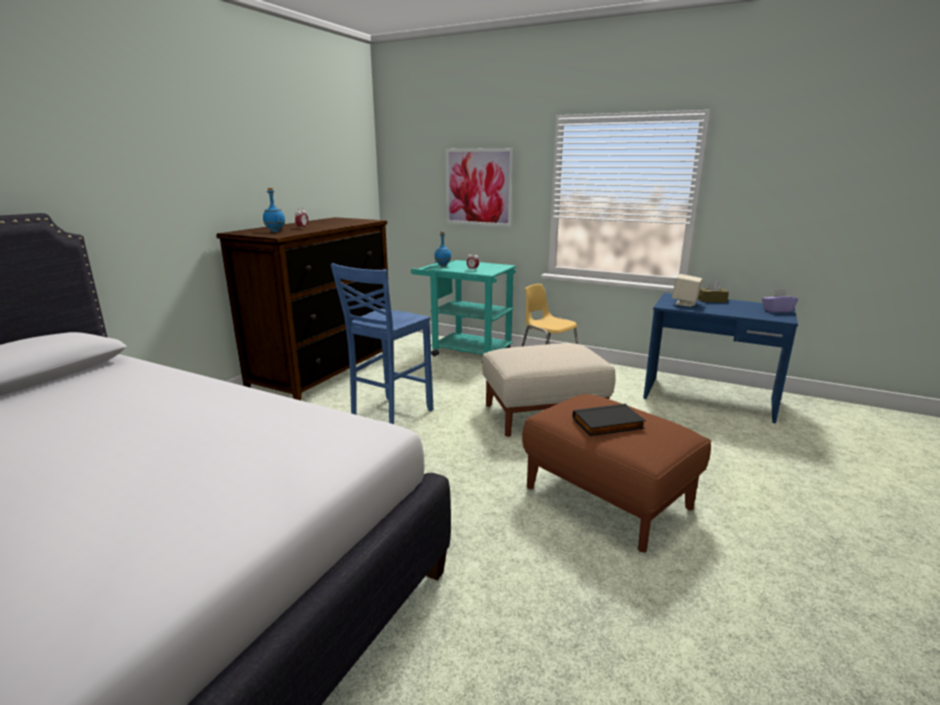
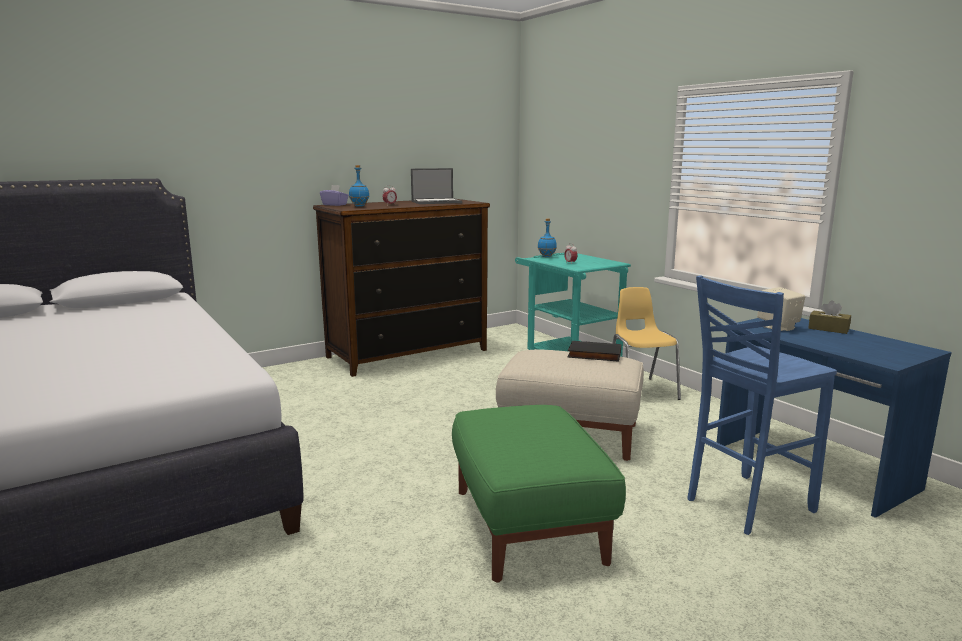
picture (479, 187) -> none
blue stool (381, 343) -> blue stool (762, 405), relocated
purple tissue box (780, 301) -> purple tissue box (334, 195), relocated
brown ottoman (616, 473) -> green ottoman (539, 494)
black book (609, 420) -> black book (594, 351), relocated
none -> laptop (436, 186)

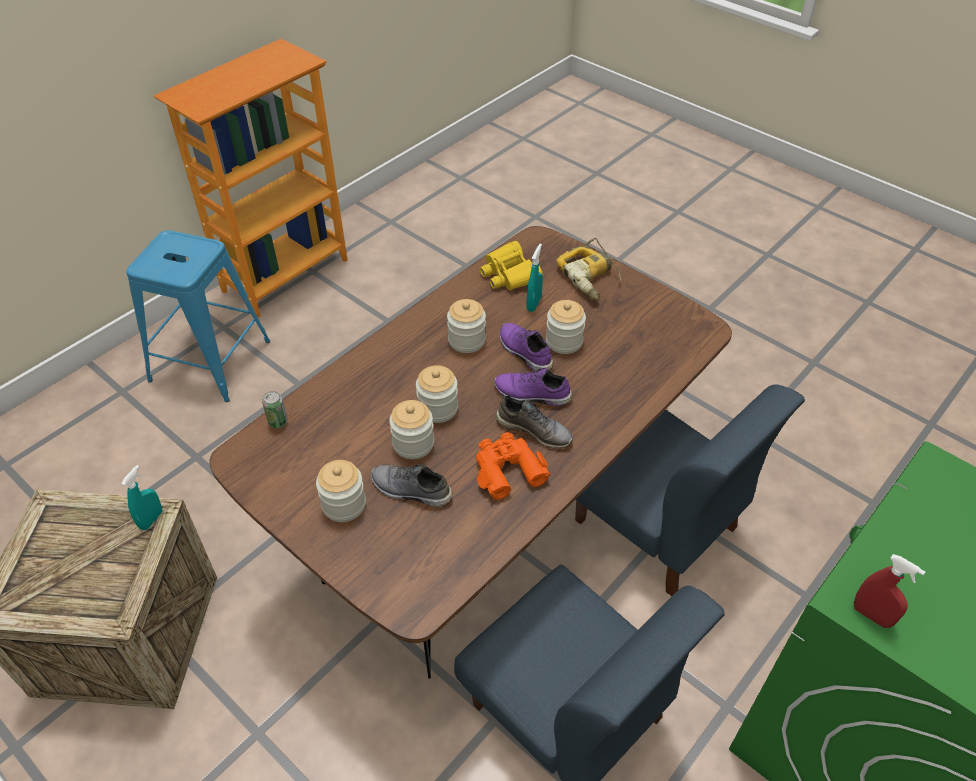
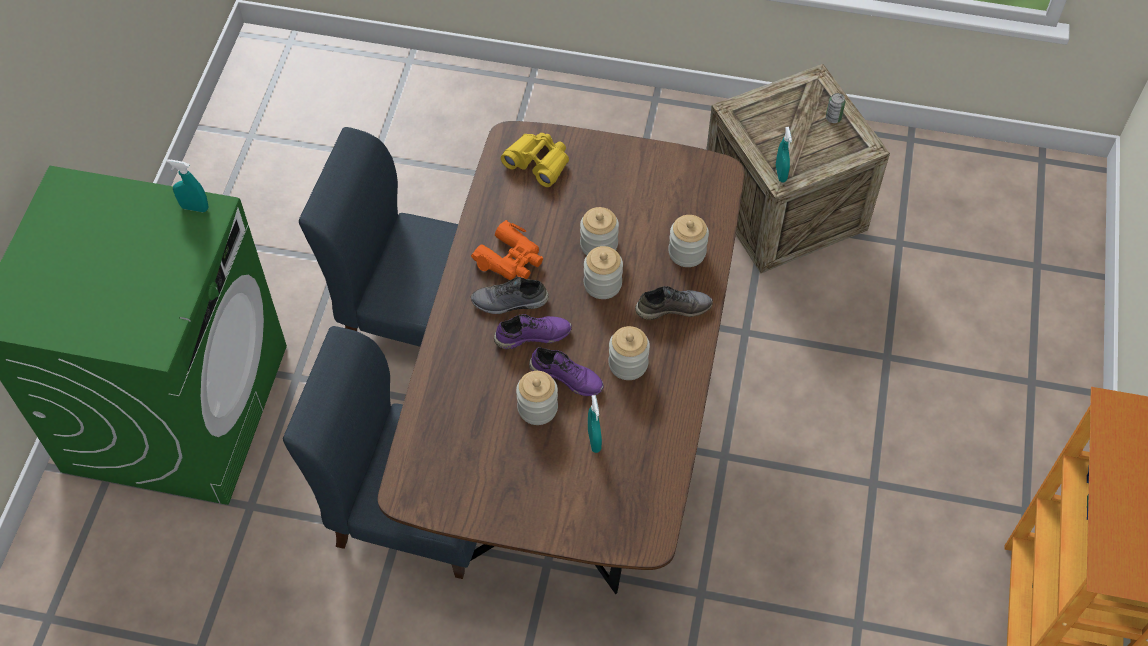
blue stool (198, 316) -> none
power drill (589, 269) -> none
yellow binoculars (511, 266) -> yellow binoculars (535, 160), relocated
can (275, 409) -> can (836, 108), relocated
jar (341, 491) -> jar (688, 241), relocated
grey shoe (412, 485) -> grey shoe (674, 303), relocated
red spray bottle (889, 591) -> turquoise spray bottle (187, 185)

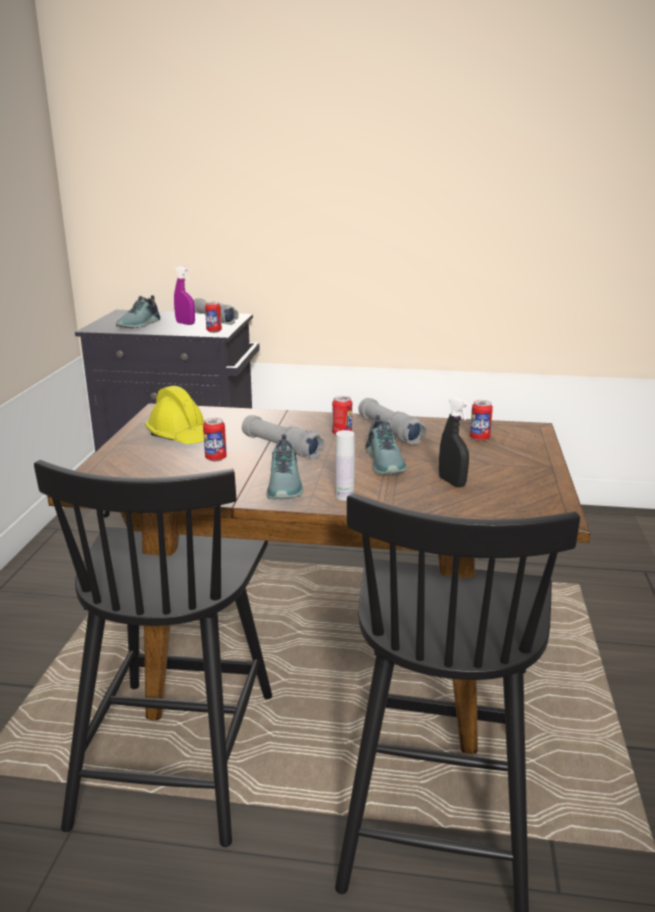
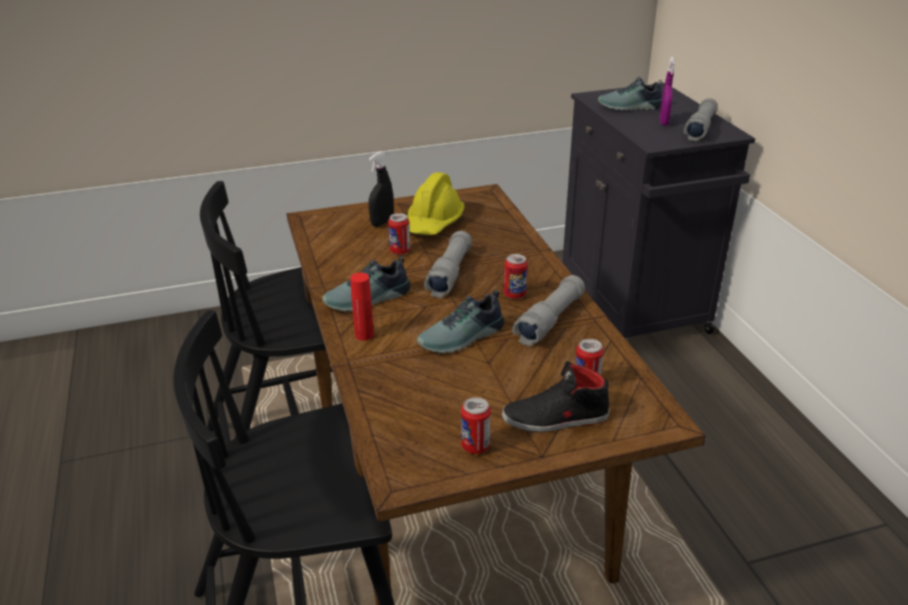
can (213, 317) -> can (476, 425), relocated
black spray bottle (454, 442) -> black spray bottle (381, 189), relocated
white bottle (345, 465) -> red bottle (362, 307)
none -> black shoe (556, 396)

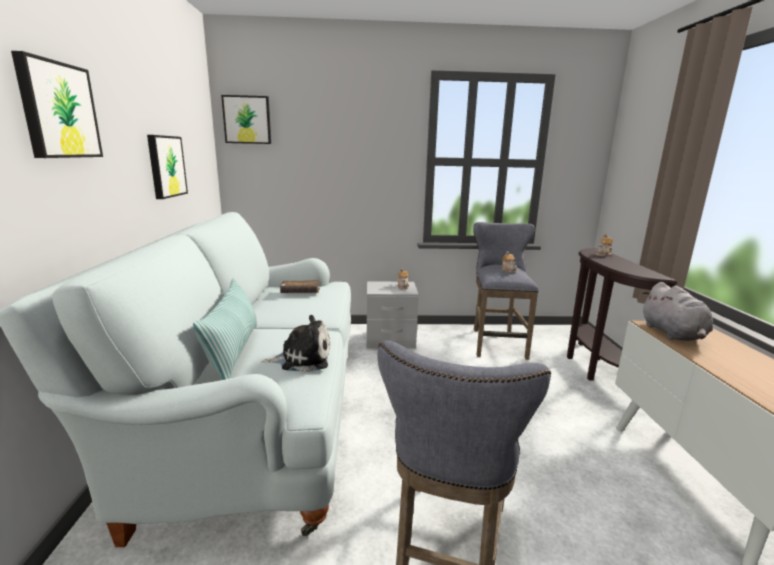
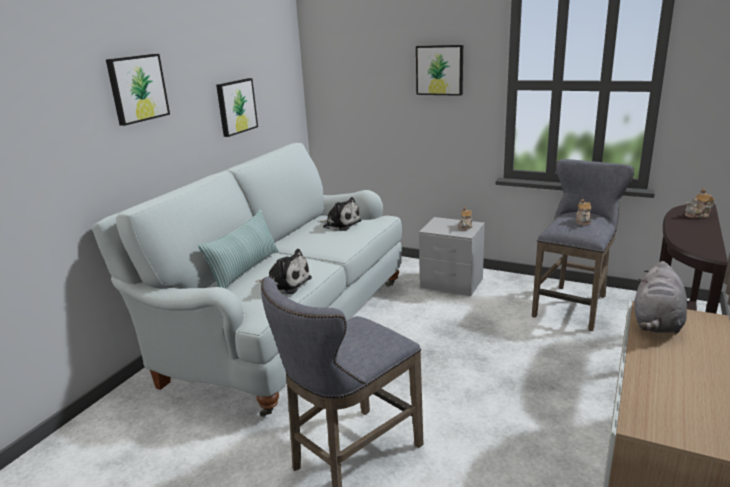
picture (246, 119) -> picture (439, 70), relocated
brown book (300, 286) -> plush toy (340, 214)

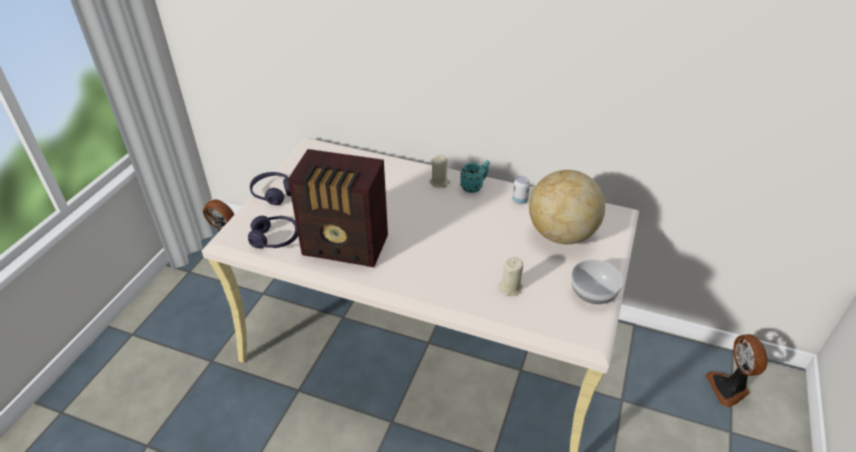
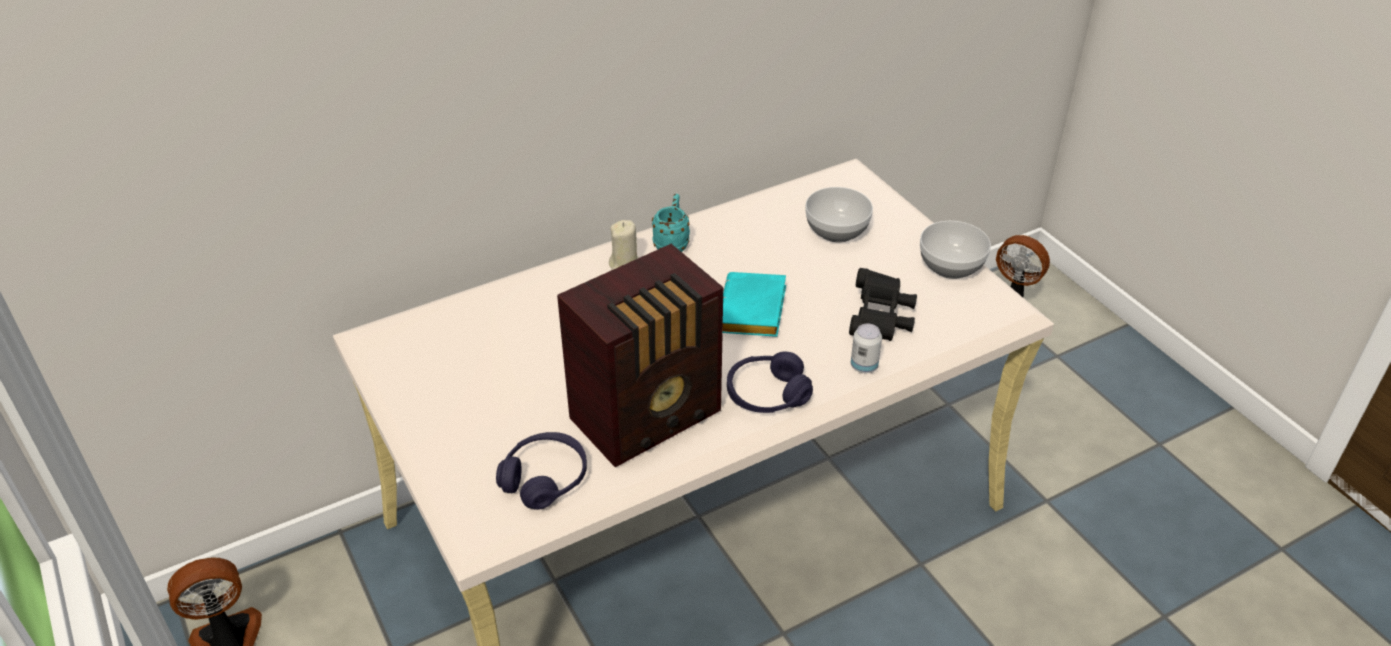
globe (567, 207) -> bowl (839, 214)
purple headphones (270, 188) -> purple headphones (770, 382), relocated
can (521, 190) -> can (866, 348), relocated
beige candle (511, 276) -> black binoculars (883, 304)
none -> turquoise book (754, 304)

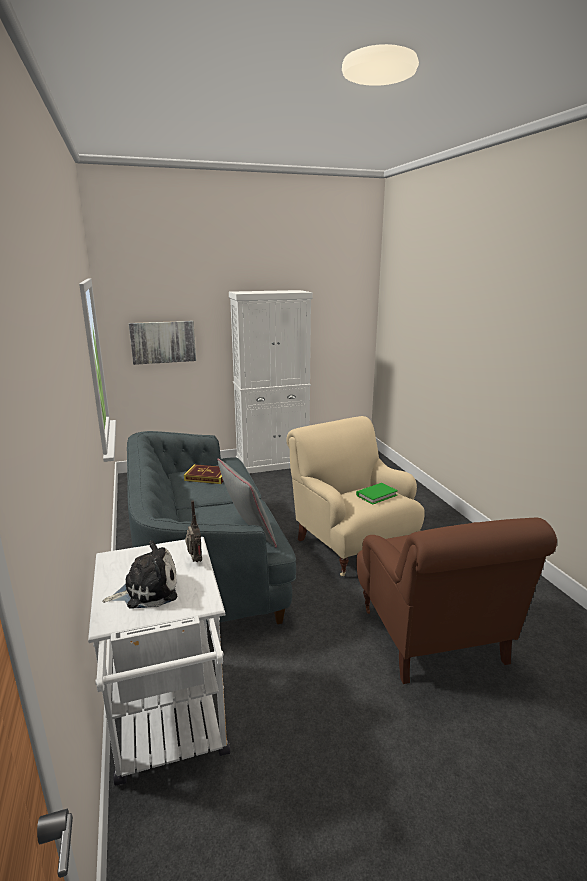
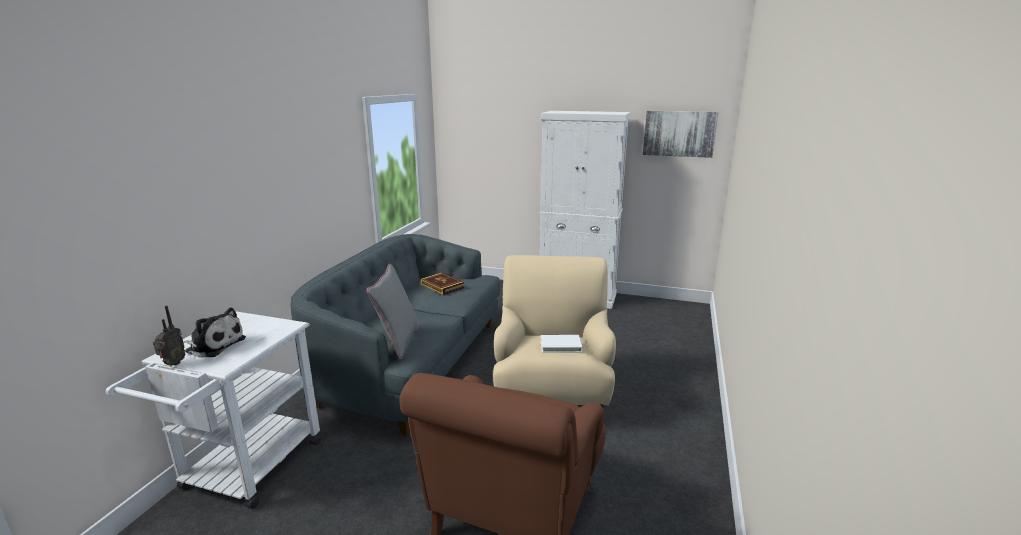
picture (162, 343) -> picture (680, 134), relocated
green book (377, 494) -> white book (561, 344)
radio (193, 531) -> radio (169, 336), relocated

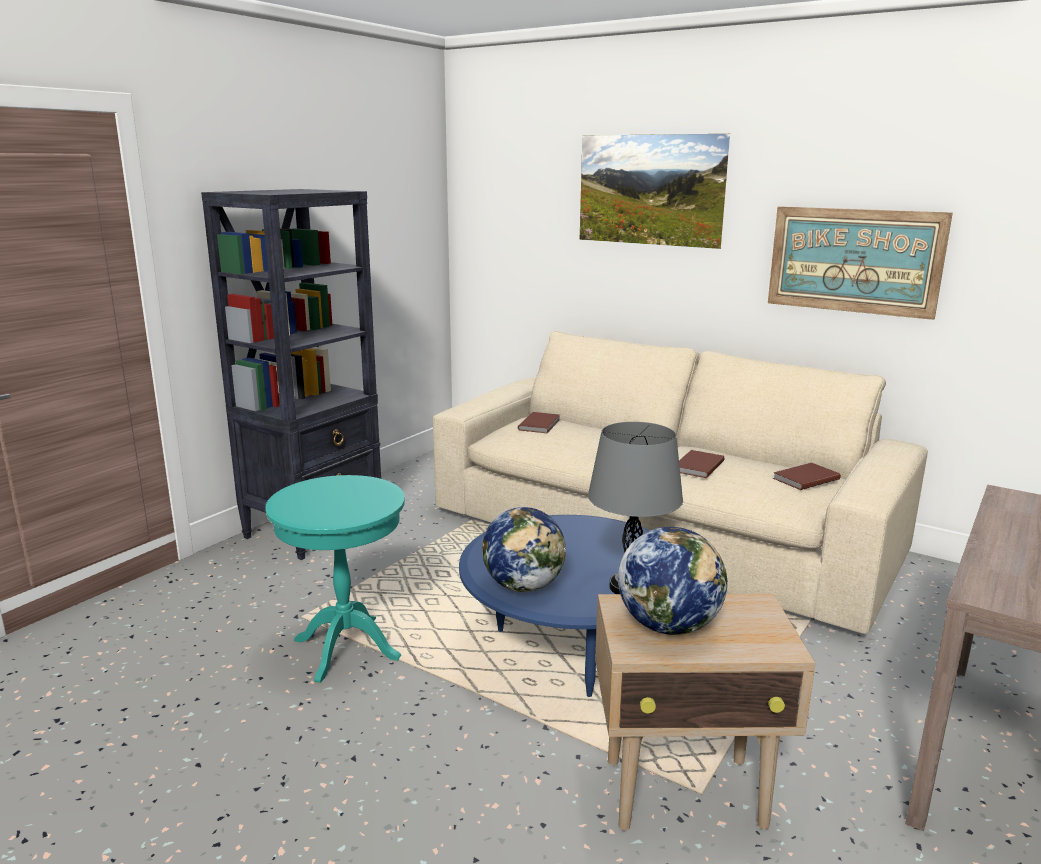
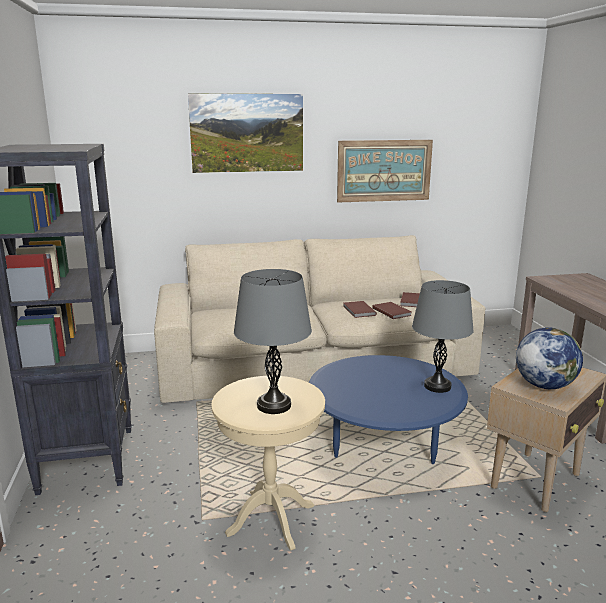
brown book (539, 422) -> brown book (392, 310), relocated
turquoise side table (335, 579) -> beige side table (268, 463)
globe (524, 549) -> none
none -> grey table lamp (273, 341)

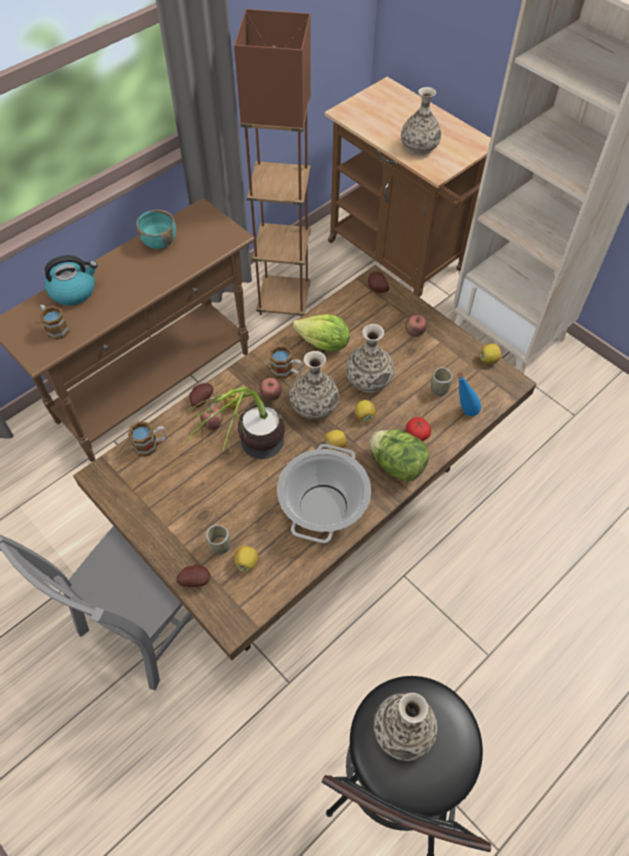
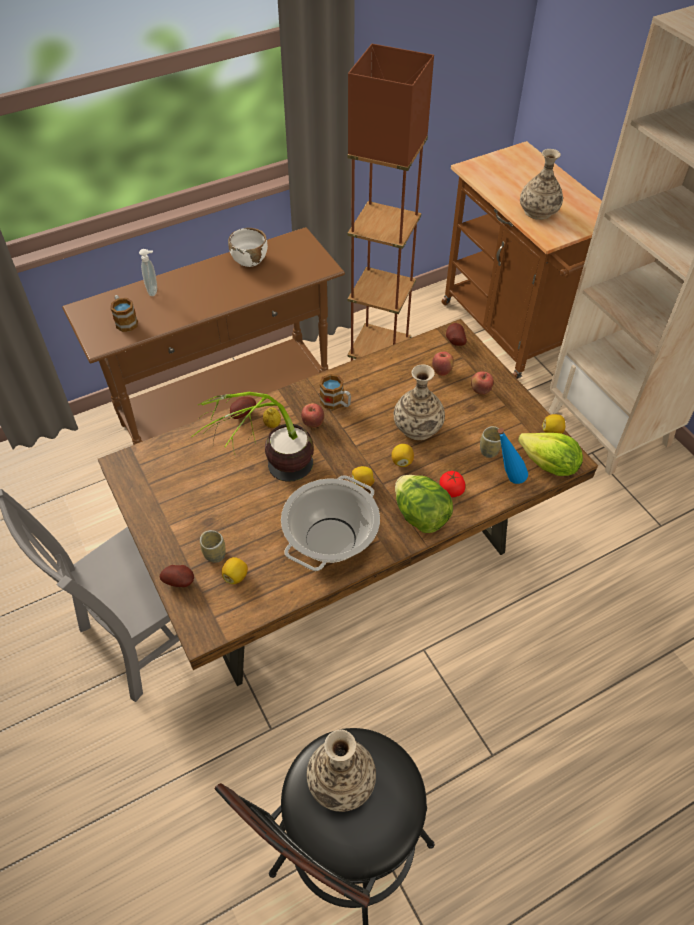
turquoise bowl (156, 229) -> white bowl (248, 247)
kettle (71, 280) -> soap dispenser (148, 272)
lettuce (321, 333) -> lettuce (550, 454), relocated
vase (314, 385) -> none
apple (211, 418) -> apple (443, 364), relocated
mug (147, 439) -> none

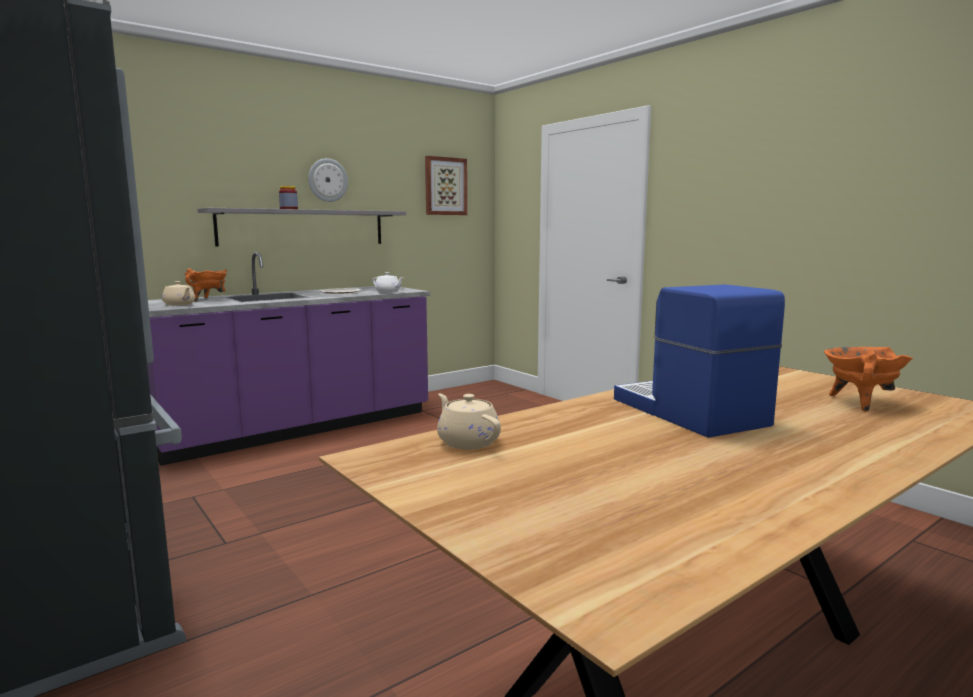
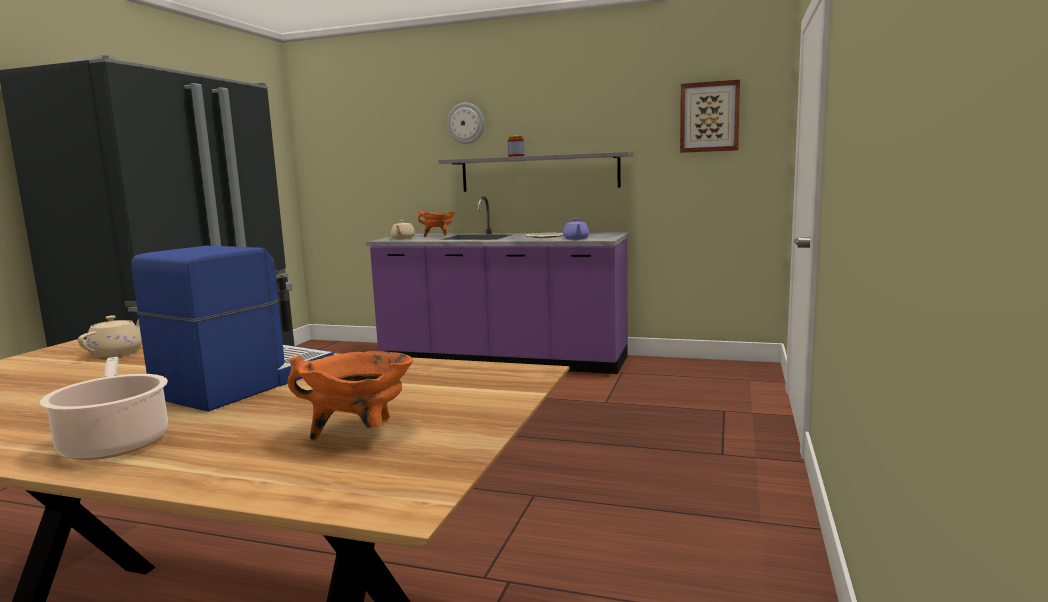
wall clock (328, 180) -> wall clock (465, 123), relocated
white teapot (388, 282) -> purple teapot (576, 229)
none -> cooking pot (104, 408)

